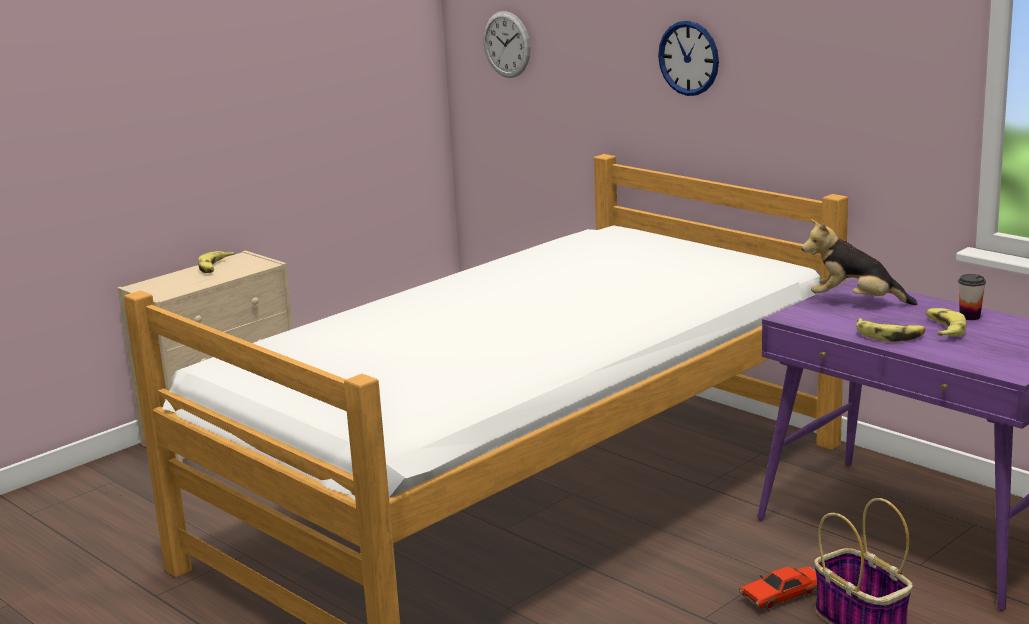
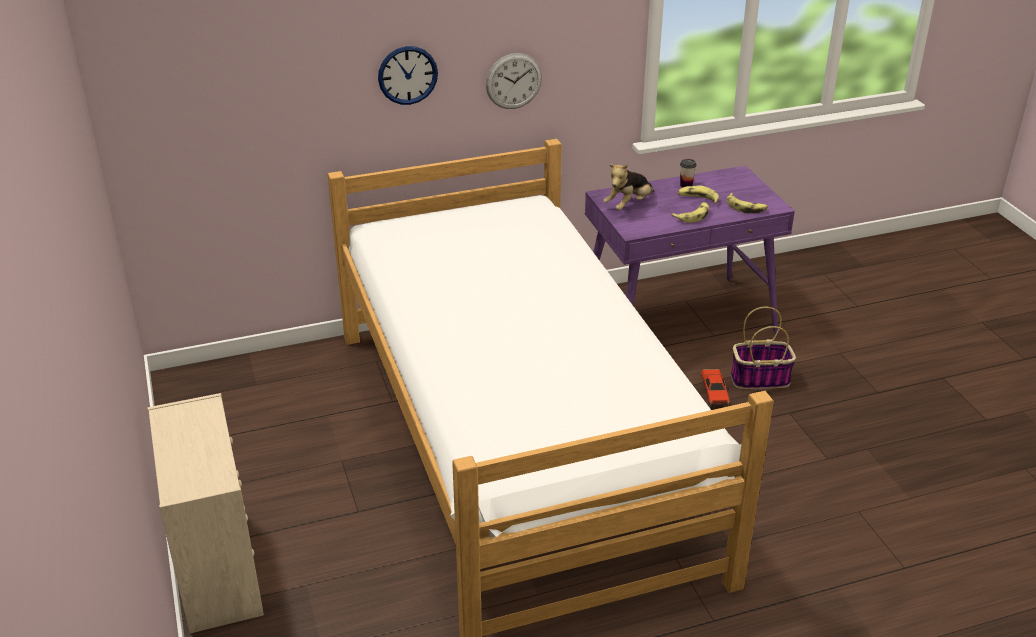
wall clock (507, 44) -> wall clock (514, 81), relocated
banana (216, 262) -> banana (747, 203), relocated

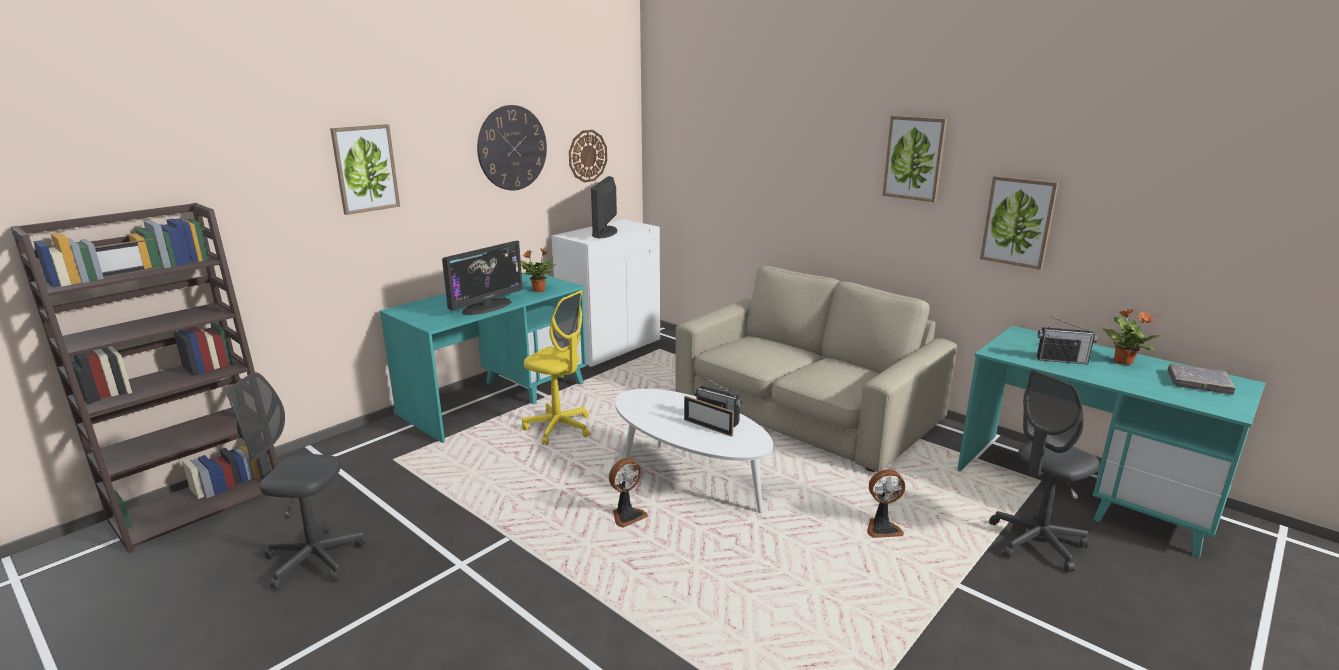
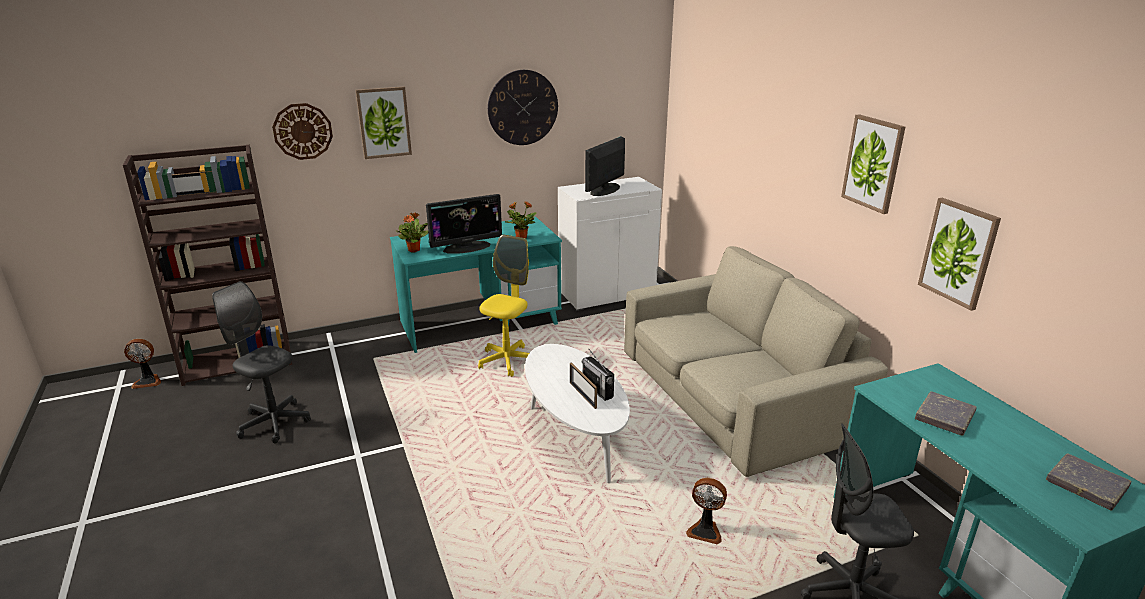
wall clock (588, 156) -> wall clock (302, 131), relocated
yellow office chair (556, 367) -> yellow office chair (503, 305), 120 degrees counterclockwise
potted plant (1131, 337) -> potted plant (412, 233), relocated
radio (1067, 340) -> grey book (946, 413)
fan (628, 493) -> fan (142, 364), relocated

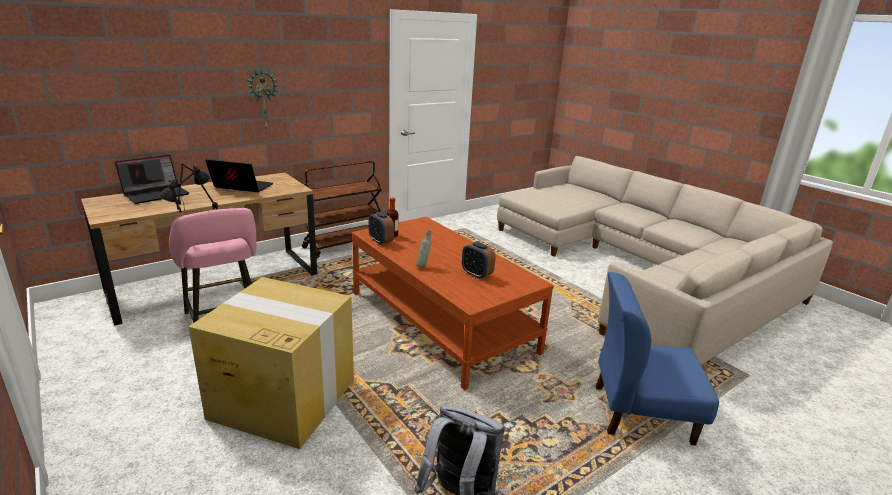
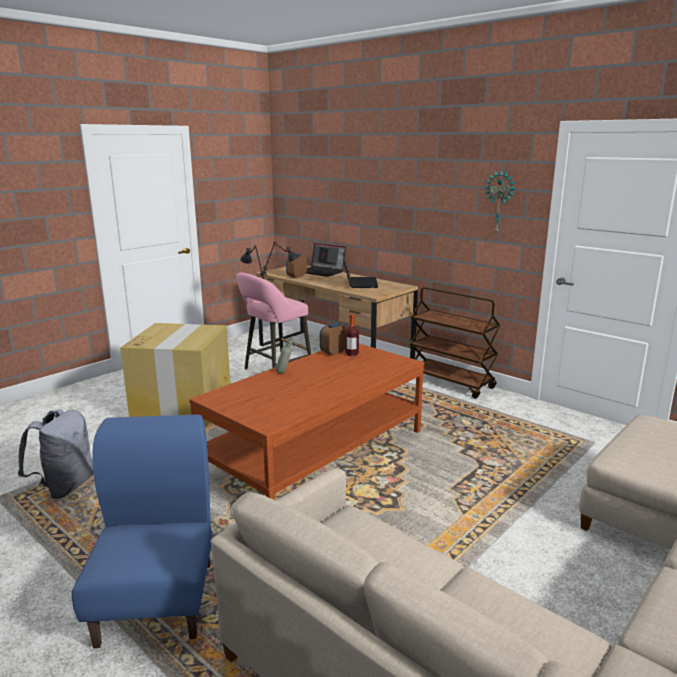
wall clock (262, 98) -> wall clock (500, 201), relocated
alarm clock (479, 260) -> alarm clock (296, 265), relocated

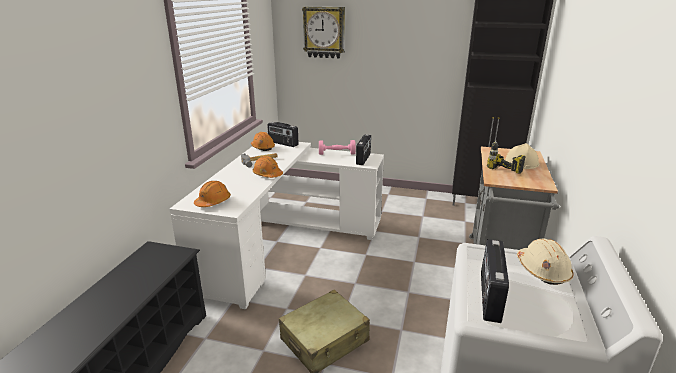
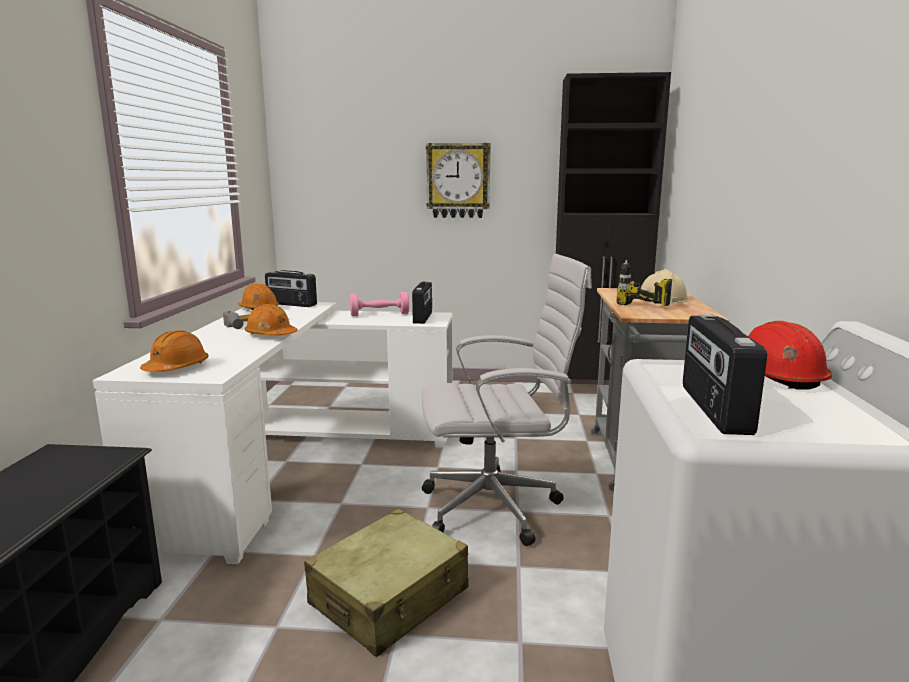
wall clock (323, 32) -> wall clock (458, 180), relocated
beige hard hat (545, 262) -> red hard hat (790, 355)
none -> white office chair (507, 400)

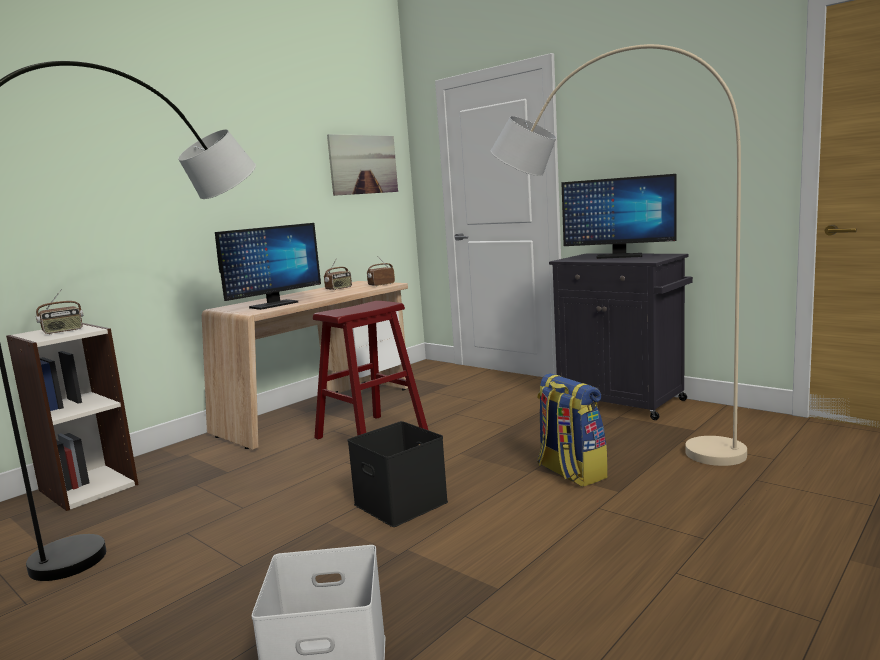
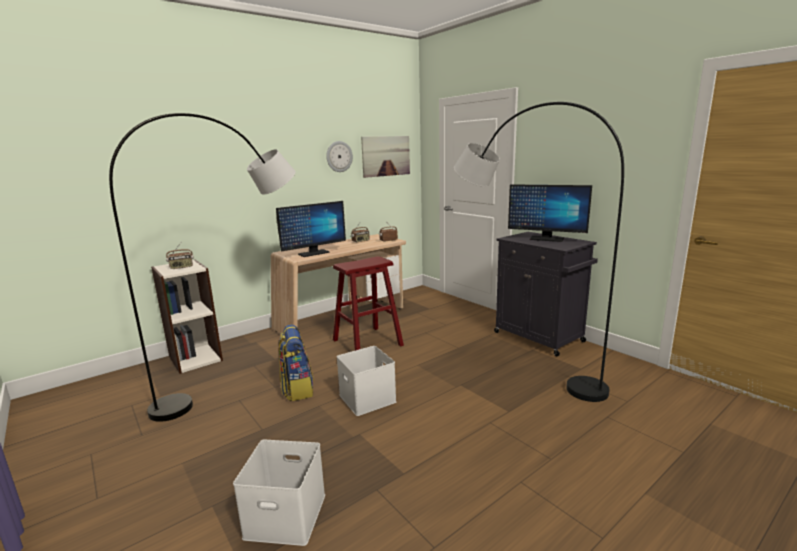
beige floor lamp (619, 255) -> black floor lamp (539, 252)
backpack (572, 430) -> backpack (296, 363), relocated
black storage box (398, 474) -> white storage box (367, 381)
none -> wall clock (339, 156)

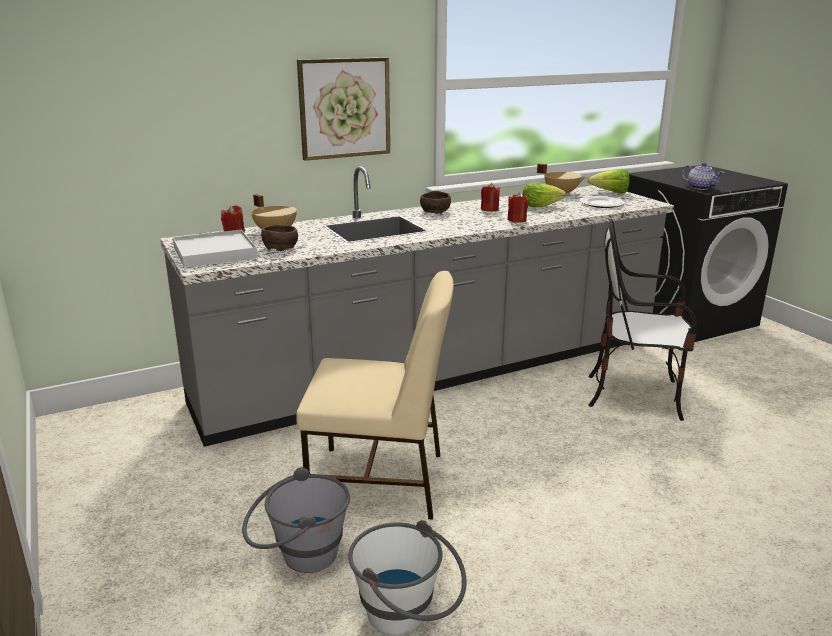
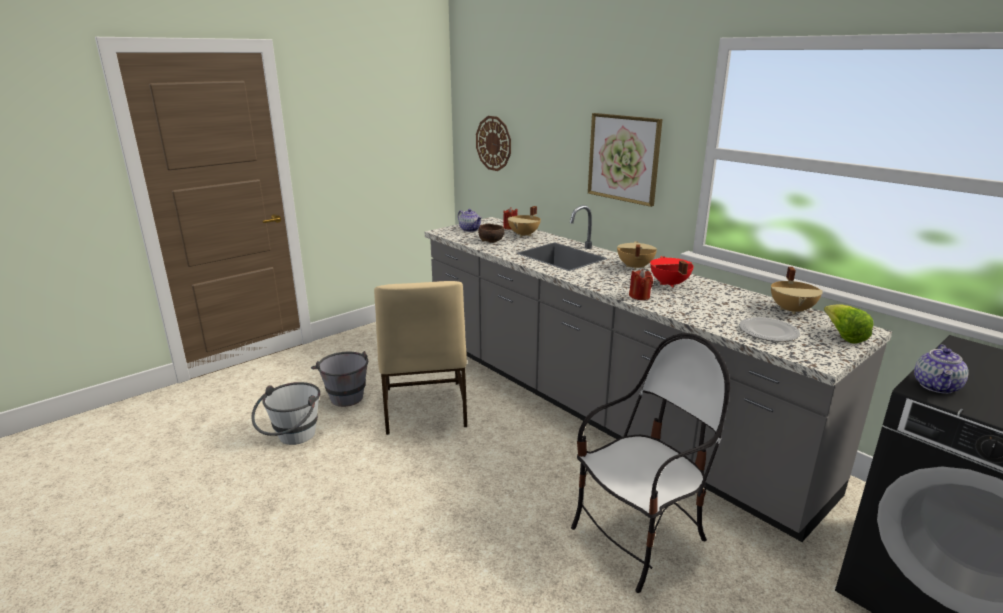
lettuce (544, 194) -> none
red candle (490, 197) -> red cooking pot (672, 272)
brown bowl (435, 202) -> beige cooking pot (637, 255)
chair (642, 320) -> chair (650, 463), 60 degrees clockwise
white tray (215, 248) -> teapot (470, 220)
none -> wall clock (493, 143)

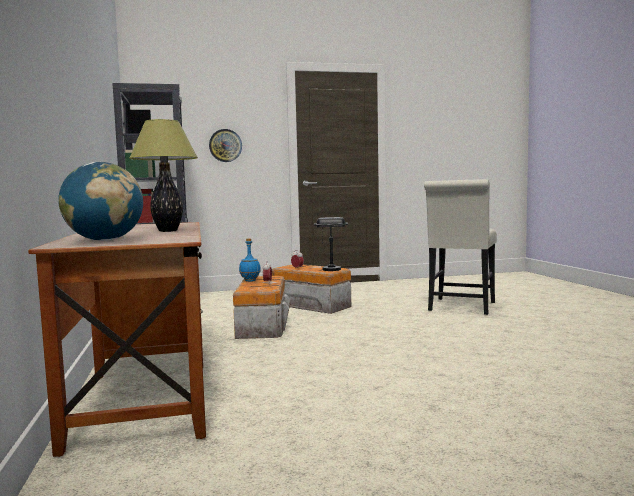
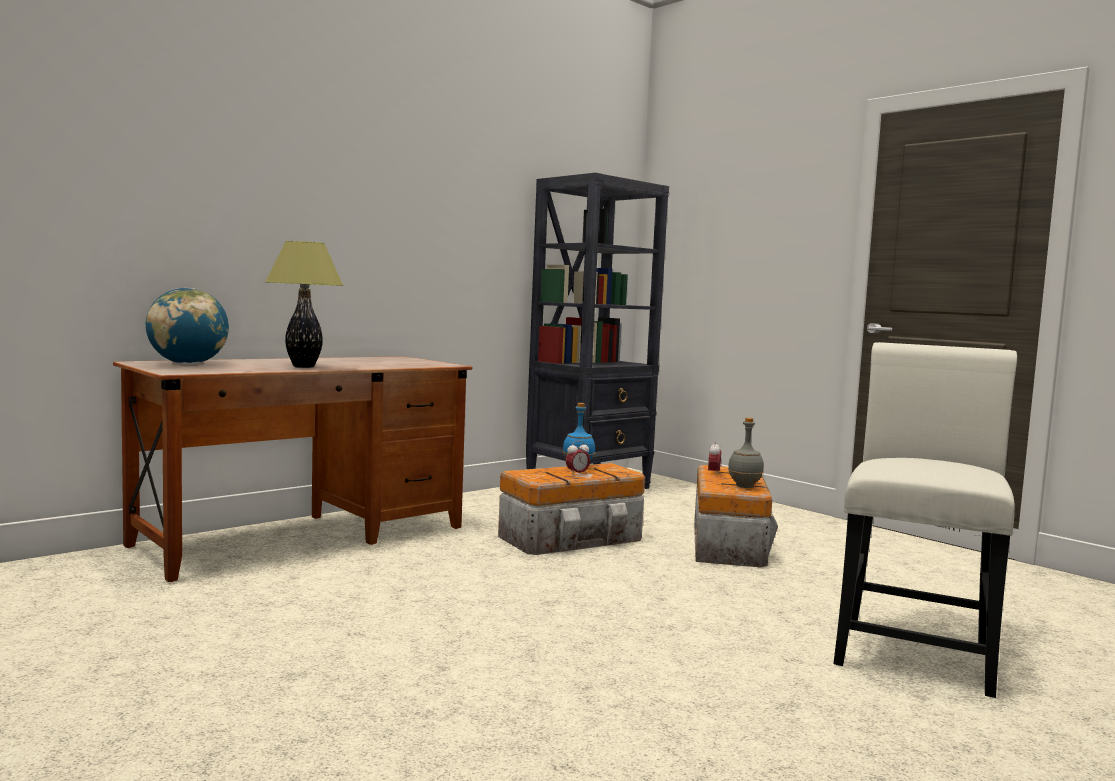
wall clock (225, 145) -> none
white chair (460, 247) -> white chair (925, 520), 120 degrees clockwise
black table lamp (331, 244) -> grey bottle (746, 452)

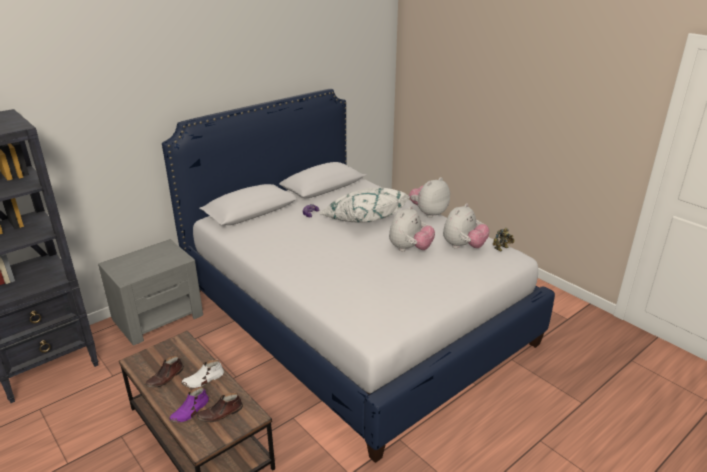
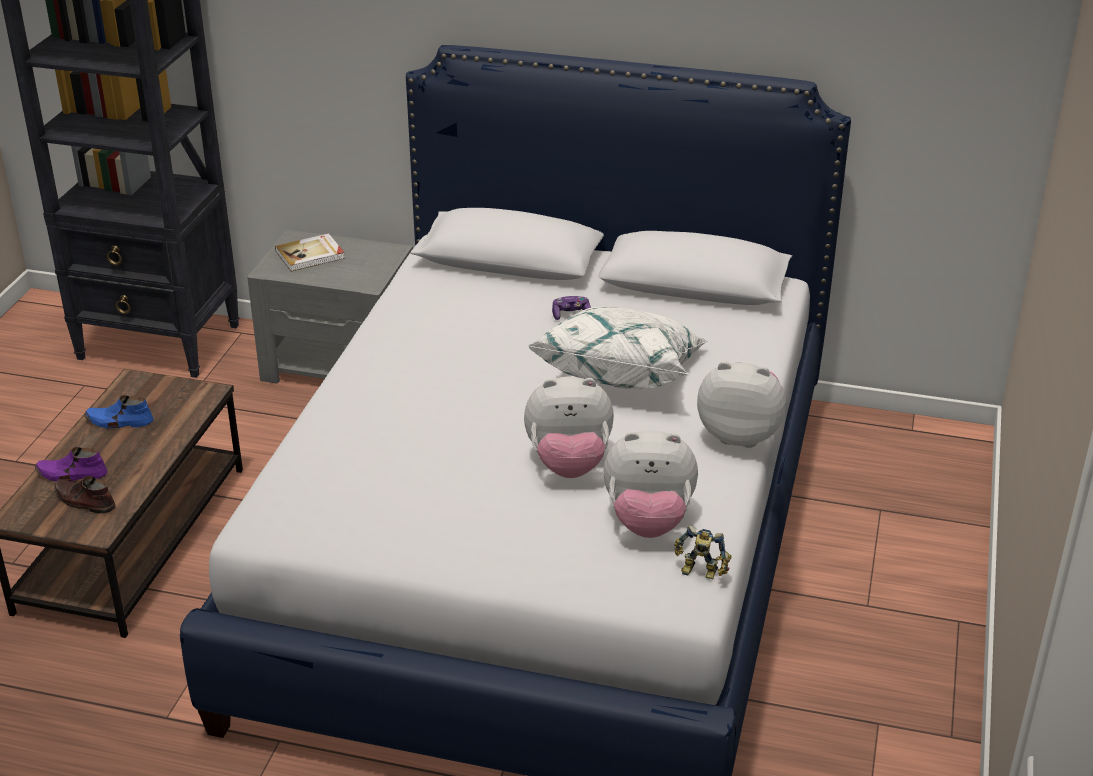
brown shoe (164, 371) -> blue shoe (119, 411)
white shoe (202, 374) -> none
none -> book (310, 252)

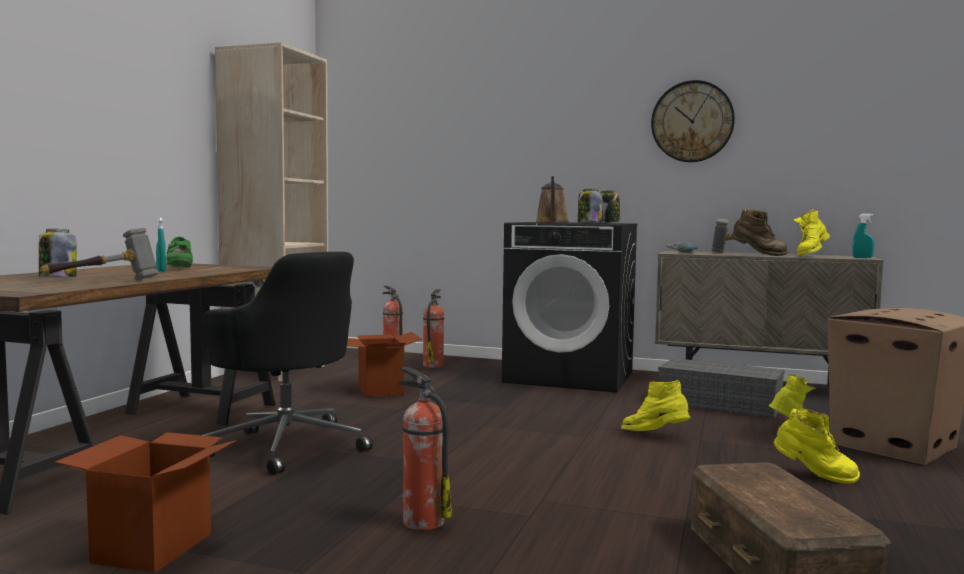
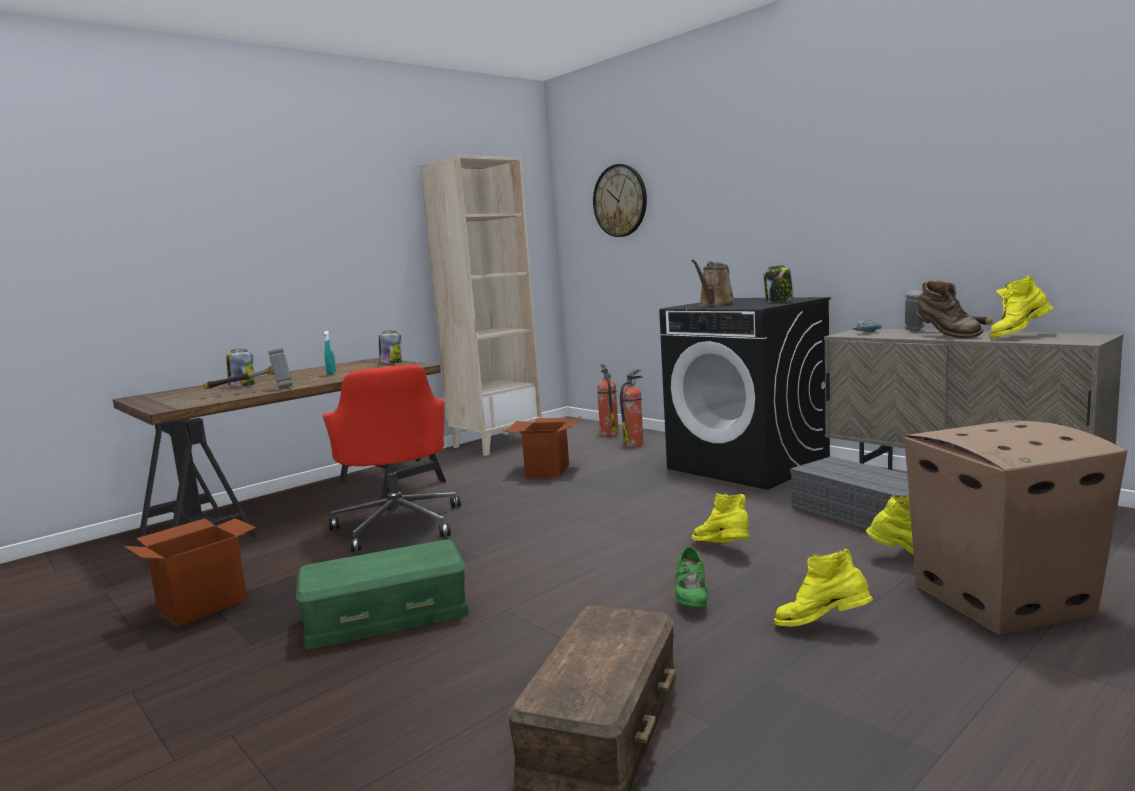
wall clock (693, 121) -> wall clock (620, 200), relocated
jar (590, 206) -> jar (390, 347), relocated
turquoise spray bottle (863, 236) -> none
green shoe (179, 252) -> green shoe (691, 577), relocated
black office chair (287, 363) -> red office chair (392, 458)
fire extinguisher (424, 448) -> green storage box (383, 594)
yellow boot (817, 446) -> yellow boot (823, 588), 135 degrees clockwise

